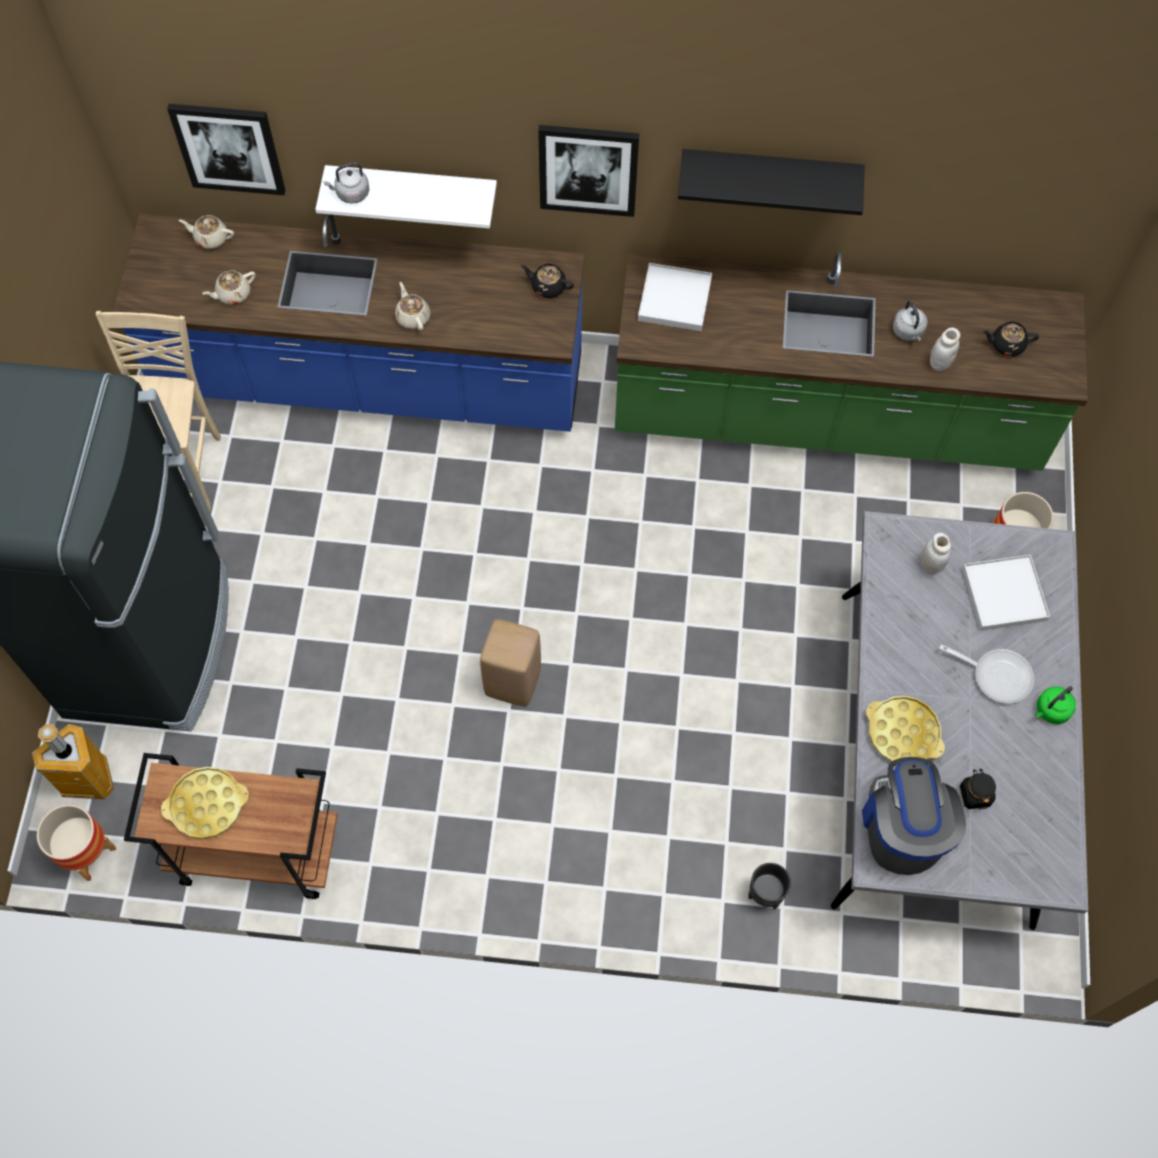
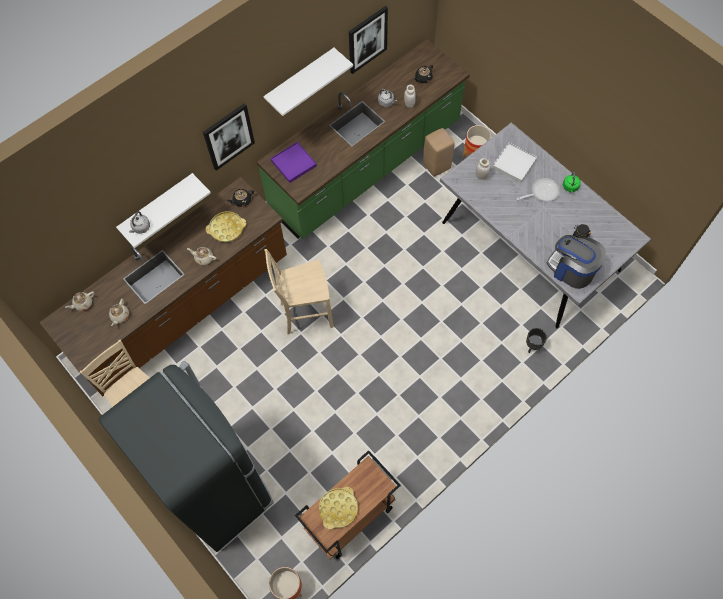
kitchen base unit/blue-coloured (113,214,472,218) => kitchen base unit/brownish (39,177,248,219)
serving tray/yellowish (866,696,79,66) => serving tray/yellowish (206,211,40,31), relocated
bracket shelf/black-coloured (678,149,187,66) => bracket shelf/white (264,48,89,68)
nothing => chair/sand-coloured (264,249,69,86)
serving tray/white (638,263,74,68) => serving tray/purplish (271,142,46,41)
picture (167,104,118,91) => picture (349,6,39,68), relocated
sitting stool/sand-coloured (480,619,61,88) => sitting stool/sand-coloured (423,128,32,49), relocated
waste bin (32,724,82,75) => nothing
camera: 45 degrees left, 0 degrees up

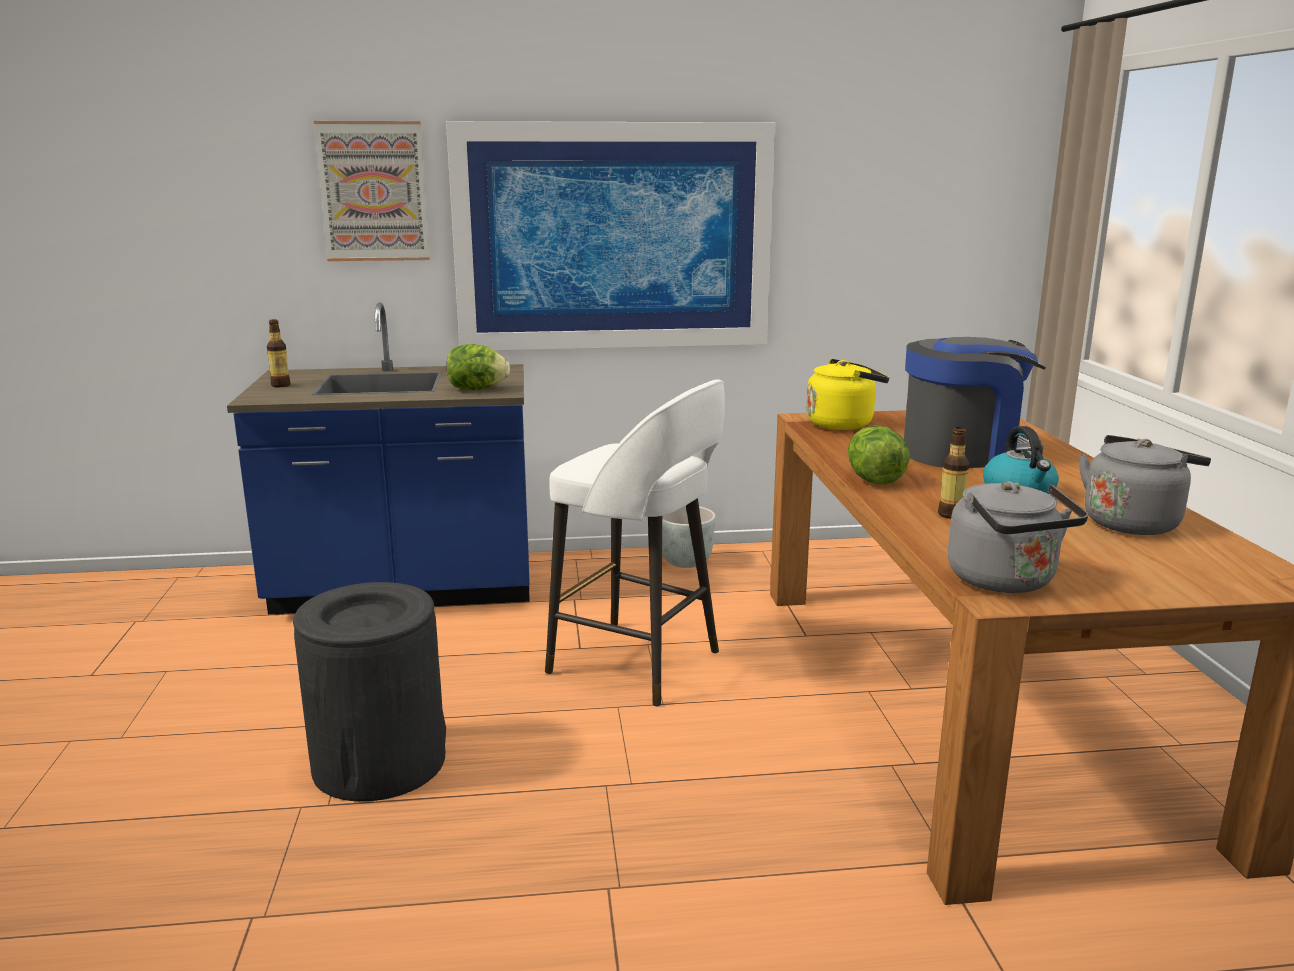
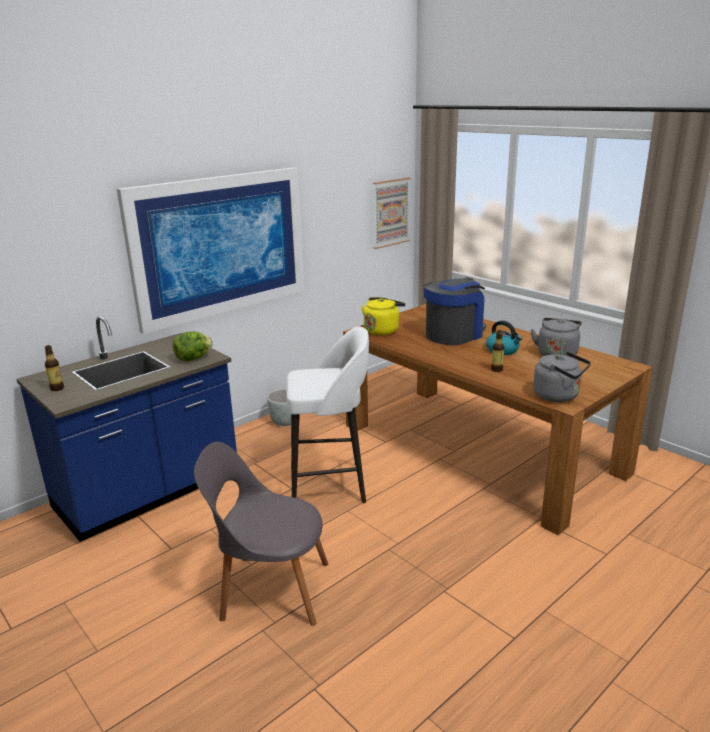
waste bin/black-coloured (293,582,153,220) => chair/gray (194,442,134,184)
picture (314,121,116,140) => picture (373,177,37,72), relocated
lettuce (848,425,62,60) => nothing
camera: 35 degrees left, 5 degrees up

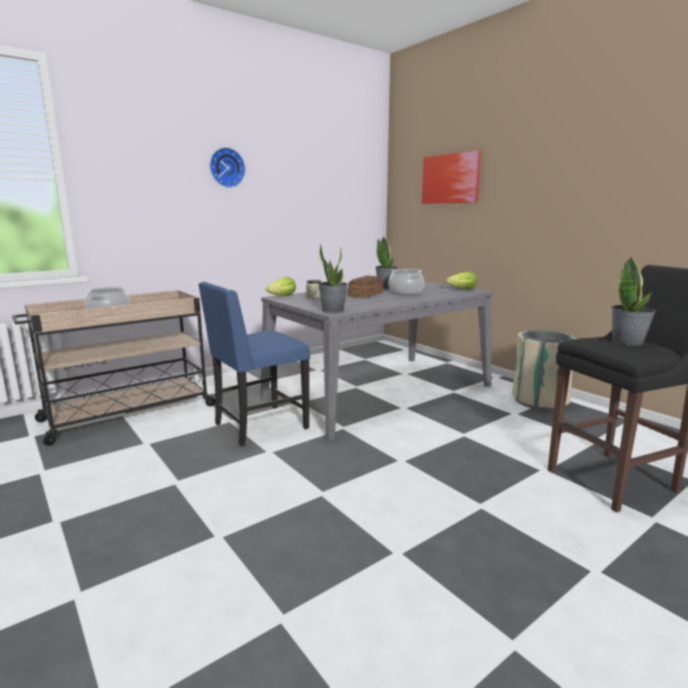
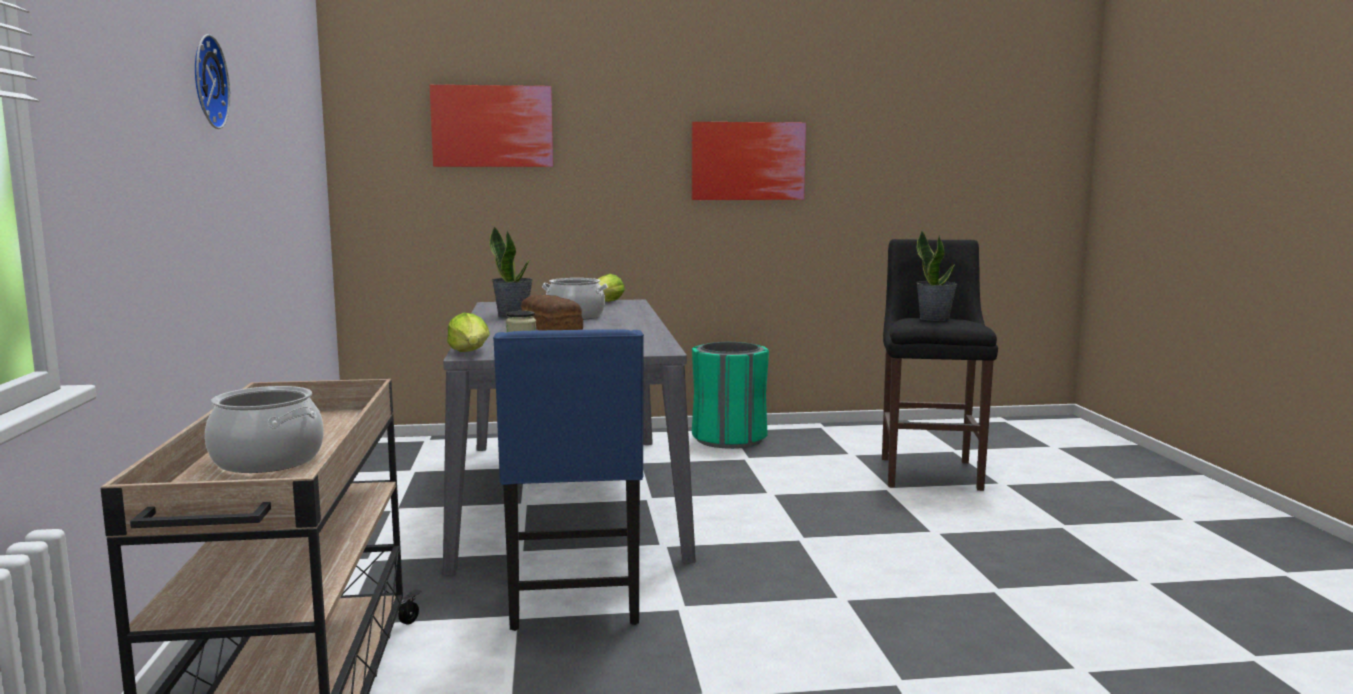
nothing => picture (692,122,114,78)
waste bin/sand-coloured (512,330,64,80) => waste bin/green-coloured (692,342,77,107)
potted plant (318,244,30,69) => nothing
camera: 60 degrees left, 5 degrees down

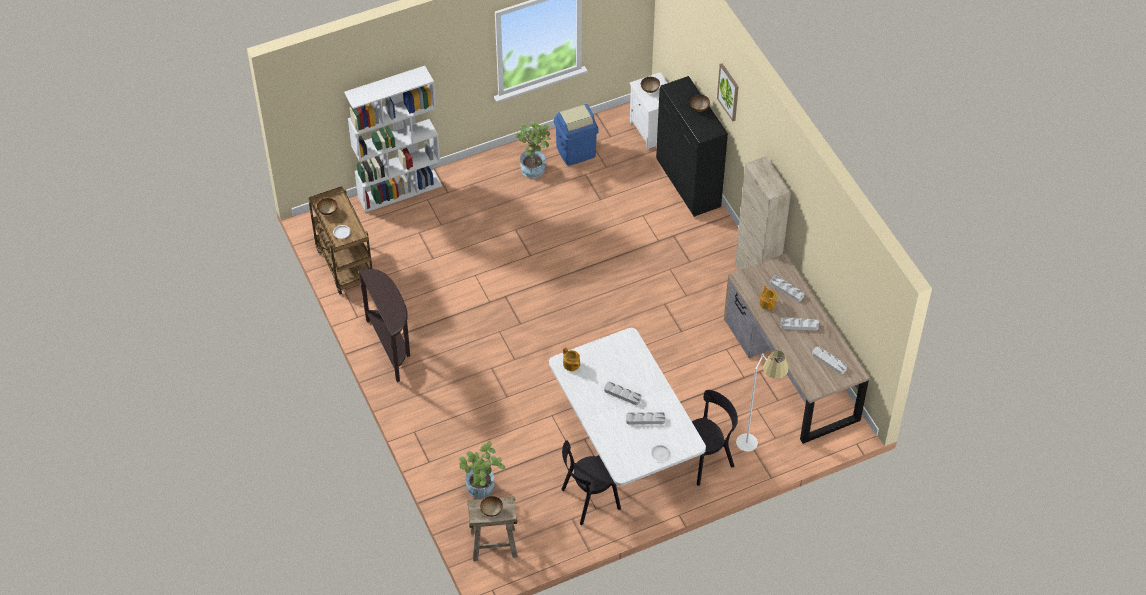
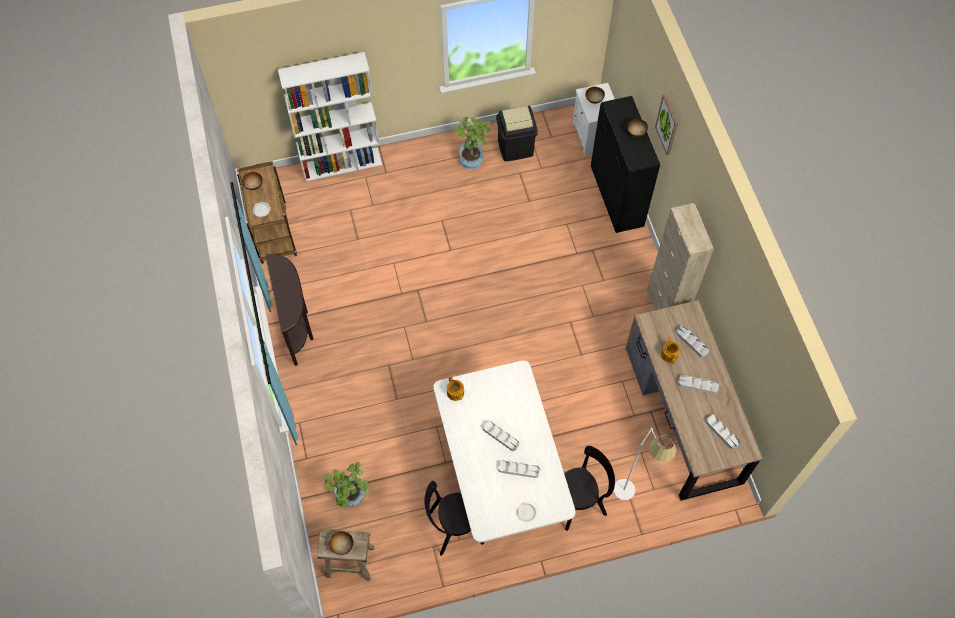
waste bin/blue-coloured (554,104,45,62) => waste bin/black-coloured (496,106,42,55)
camera: 10 degrees right, 10 degrees up

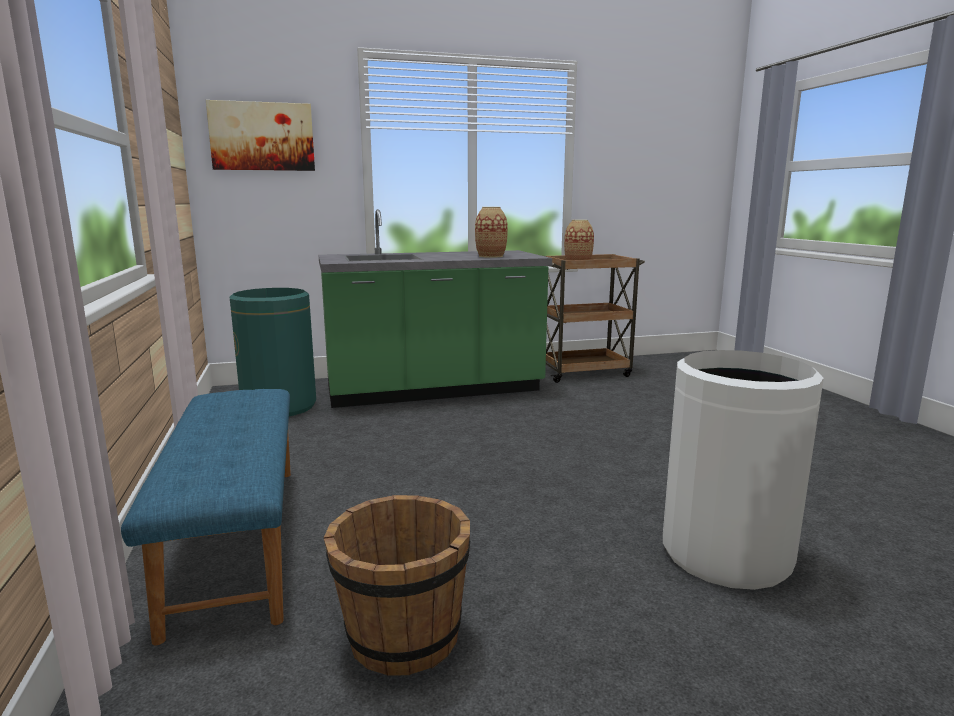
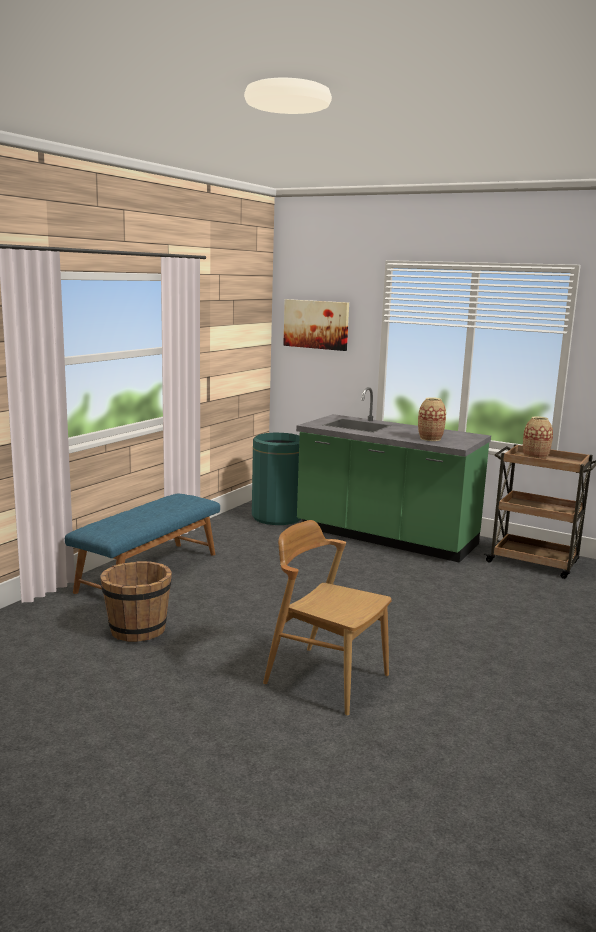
waste bin/white (663,350,161,240) => chair/brownish (263,520,128,196)
camera: 45 degrees right, 0 degrees up

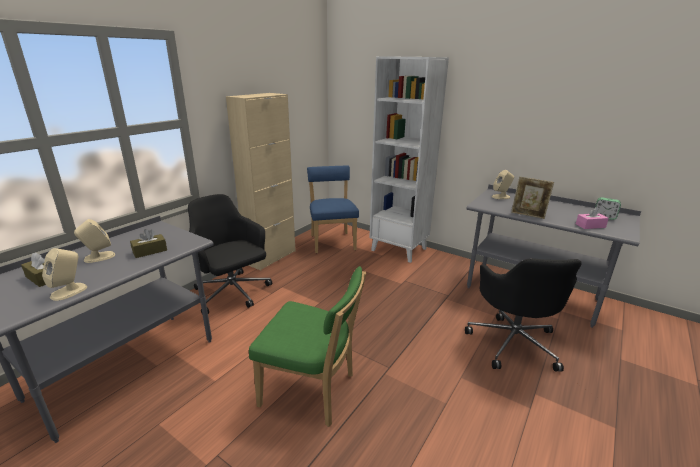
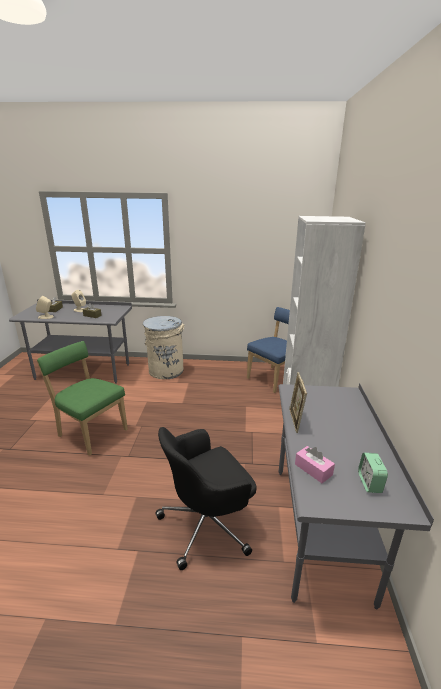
chair/green-coloured (249,266,117,161) => chair/green-coloured (37,341,91,115), 135 degrees clockwise
office chair/black-coloured (188,194,84,121) => waste bin/sand-coloured (143,316,42,63)
cupboard/sand-coloured (226,93,70,178) => nothing
speaker/sand-coloured (492,170,22,29) => nothing
camera: 60 degrees right, 0 degrees up

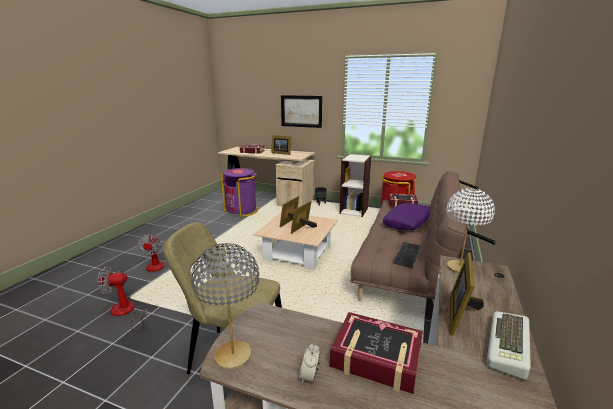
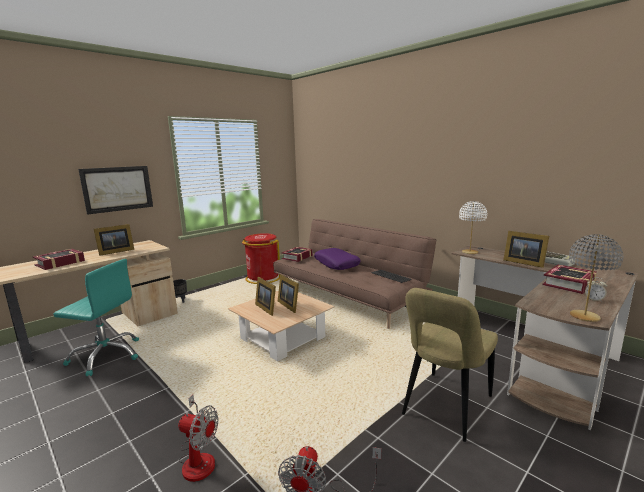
waste bin/purplish (220,168,38,49) => office chair/blue-green (53,259,86,117)
shelving unit (340,154,31,63) => nothing
camera: 65 degrees left, 5 degrees down

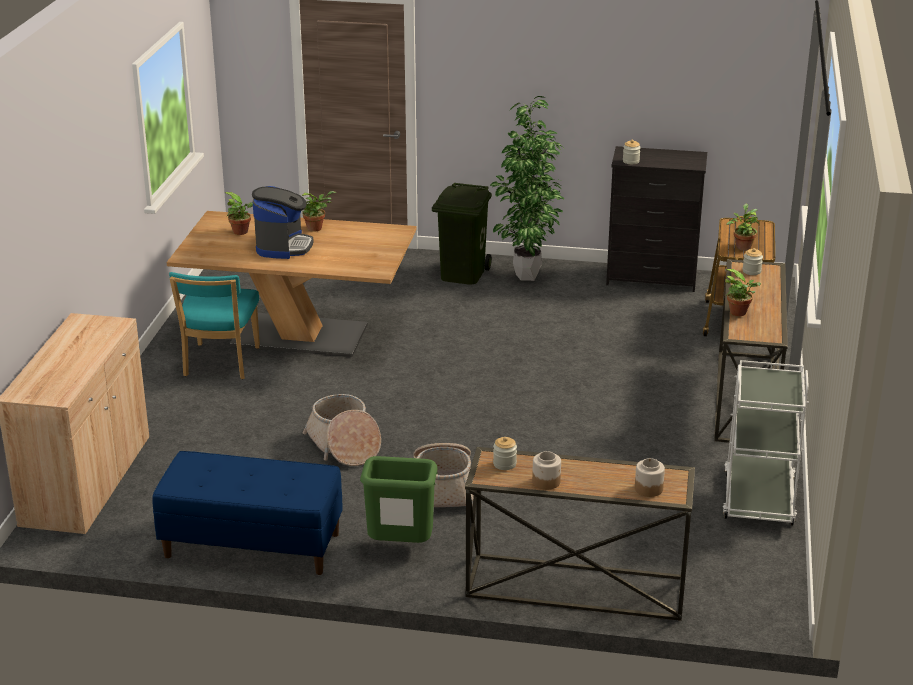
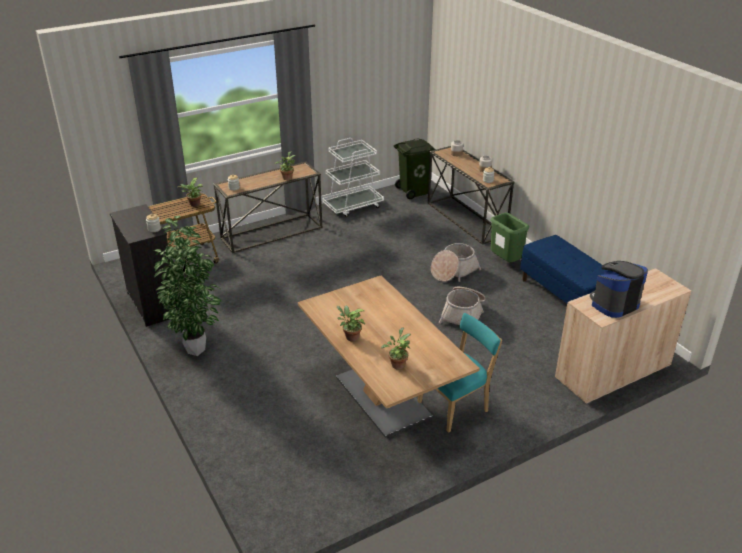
waste bin/green-coloured (432,183,60,102) => waste bin/green-coloured (394,138,42,61), relocated
coffee brewer (252,186,62,73) => coffee brewer (590,261,58,57), relocated
camera: 130 degrees left, 5 degrees up

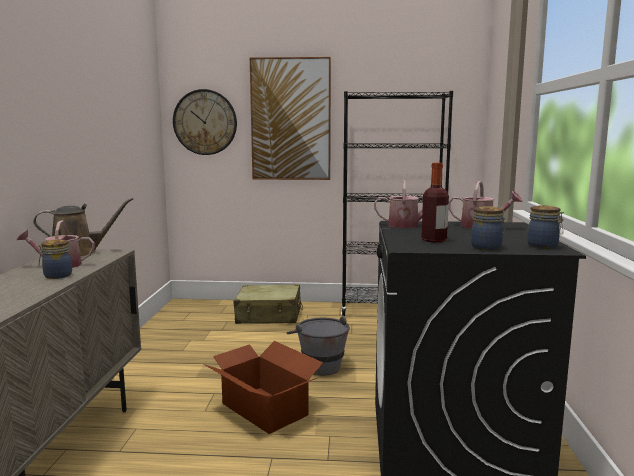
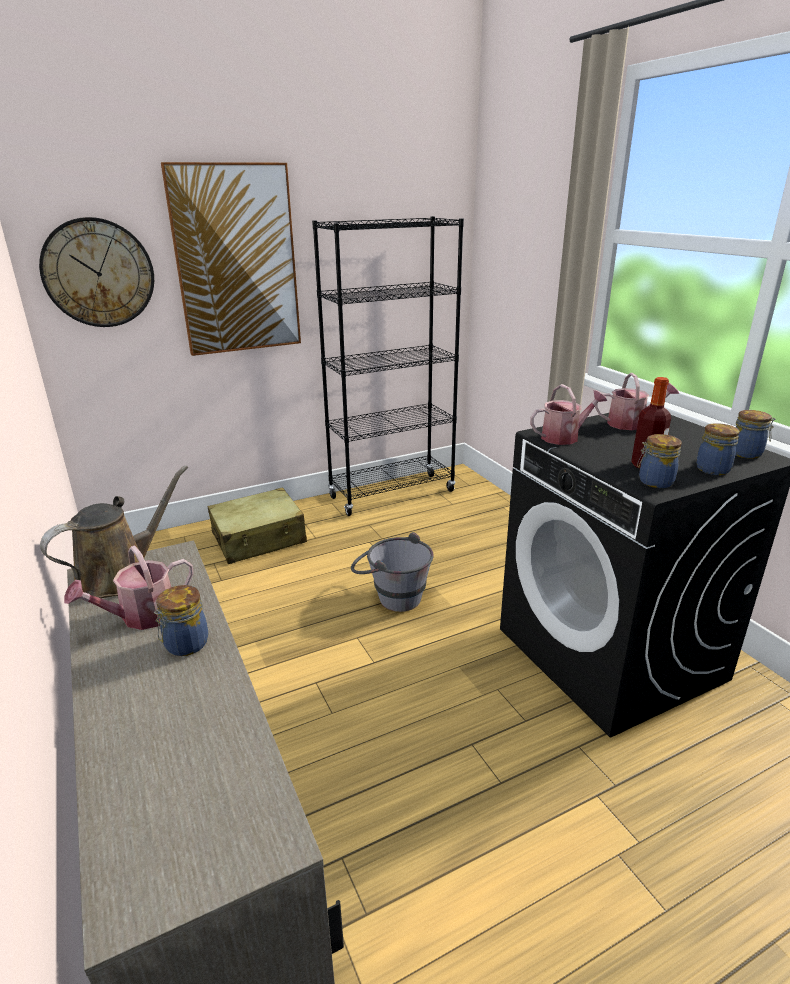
nothing => preserve jar (637,434,45,54)
carton (204,341,119,93) => nothing
camera: 30 degrees left, 15 degrees up

